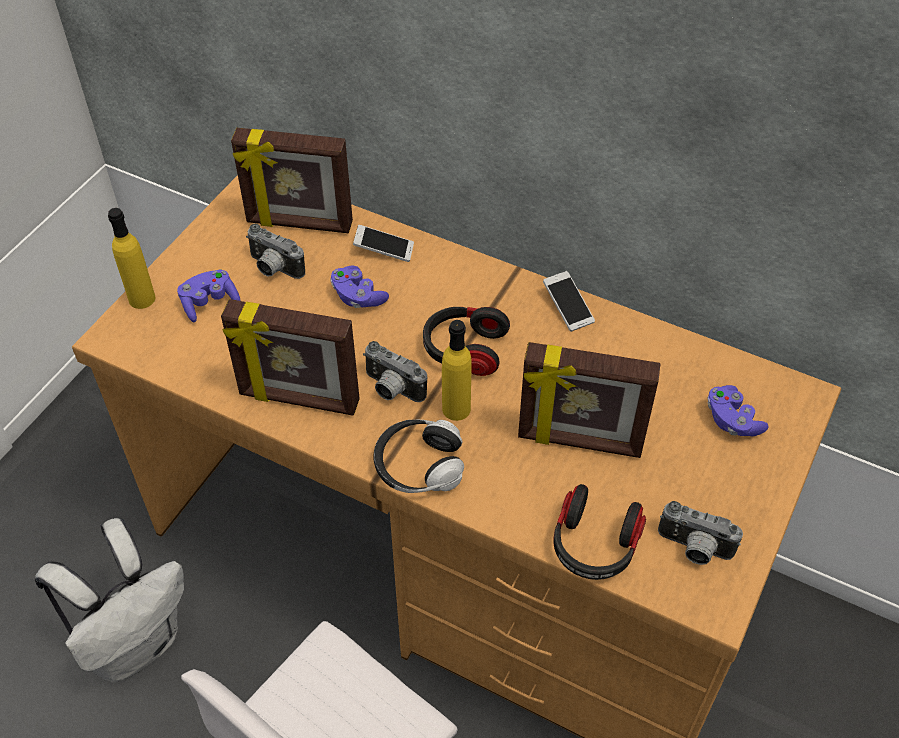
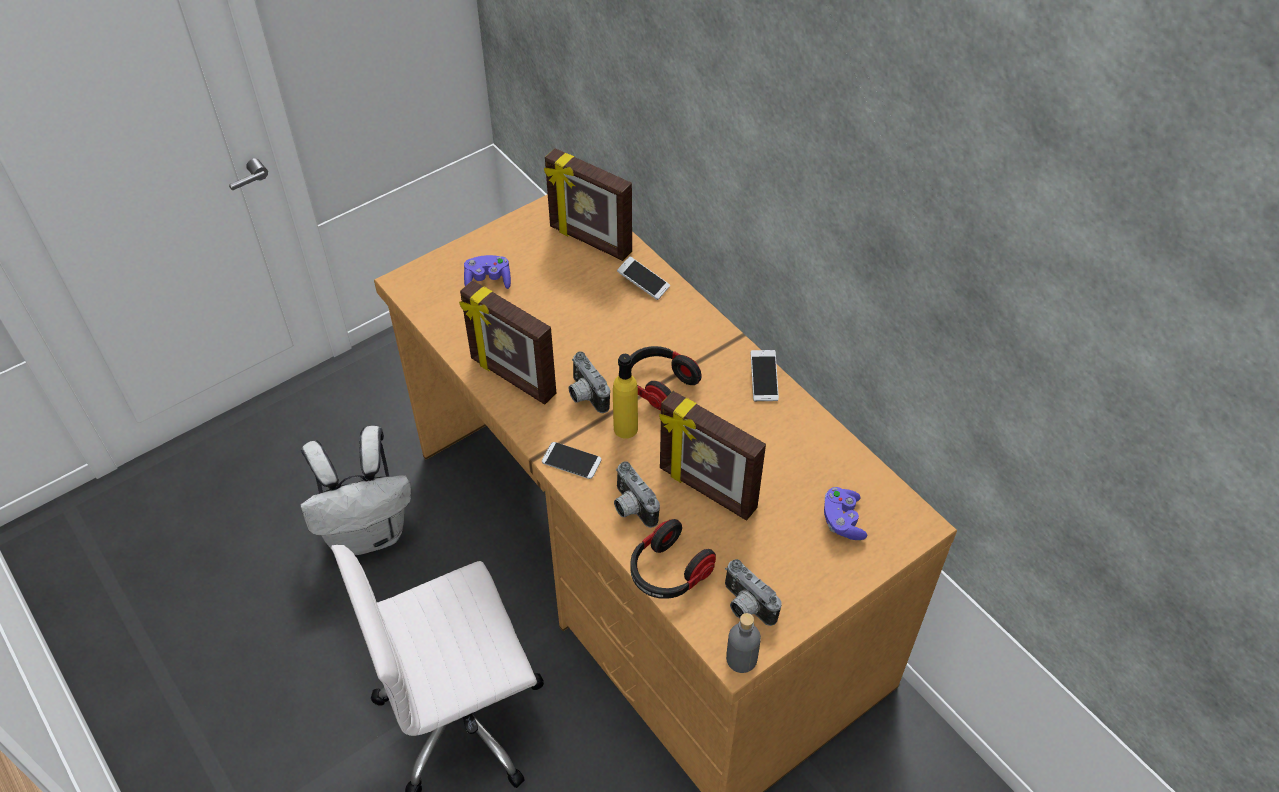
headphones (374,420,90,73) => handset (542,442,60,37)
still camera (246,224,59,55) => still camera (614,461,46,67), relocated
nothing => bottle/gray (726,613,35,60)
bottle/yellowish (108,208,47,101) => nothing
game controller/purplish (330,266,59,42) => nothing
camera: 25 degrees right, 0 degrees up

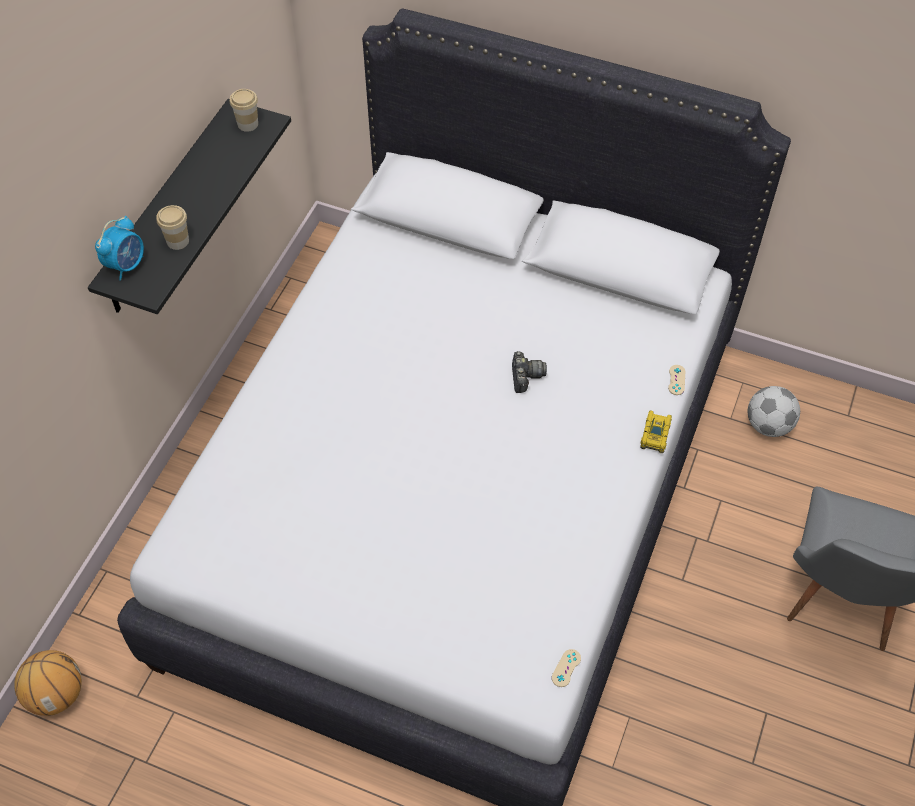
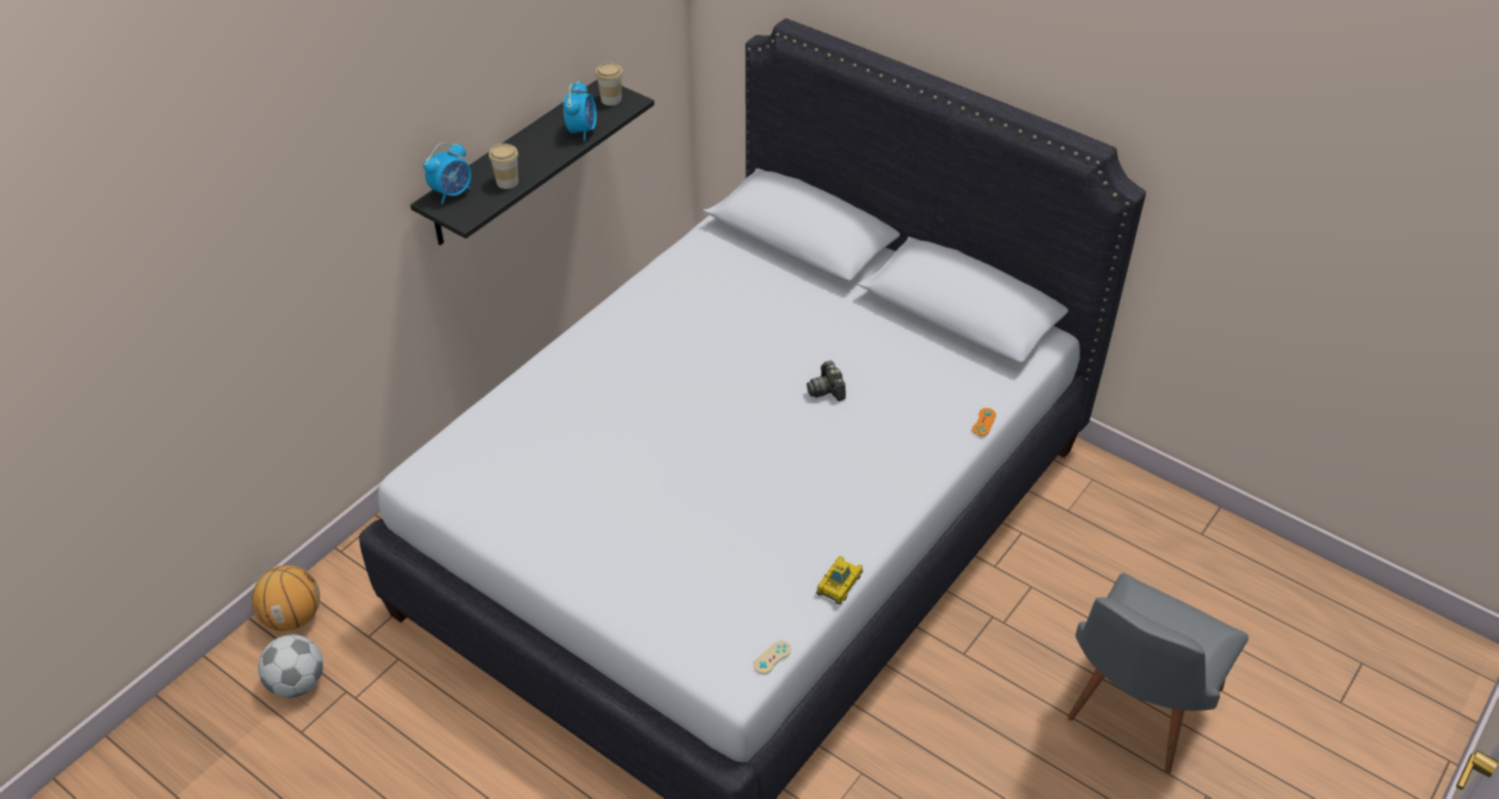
ball for football (748,386,52,51) => ball for football (258,634,65,64), relocated
nothing => alarm clock (563,81,34,60)
still camera (512,351,35,42) => still camera (807,361,39,40), 150 degrees clockwise
toy car (640,410,32,43) => toy car (816,556,47,49), relocated
game controller/sand-coloured (668,365,18,30) => game controller/orange (972,408,24,28)
camera: 15 degrees right, 10 degrees down

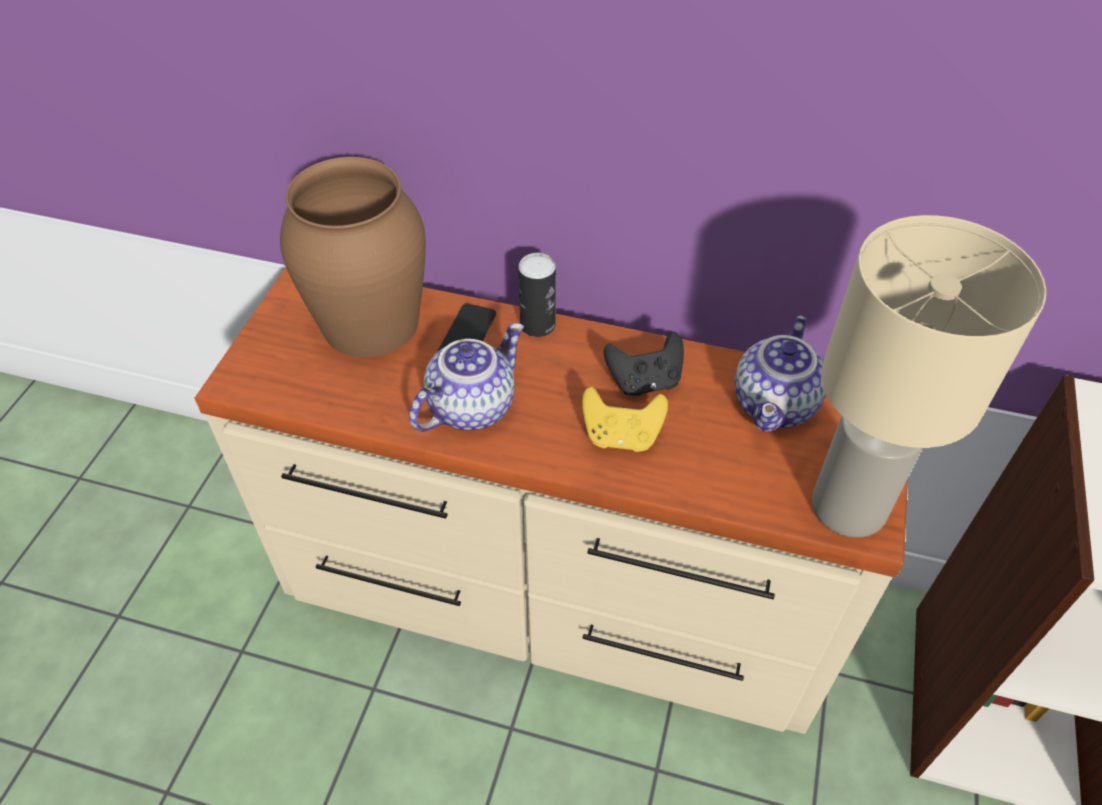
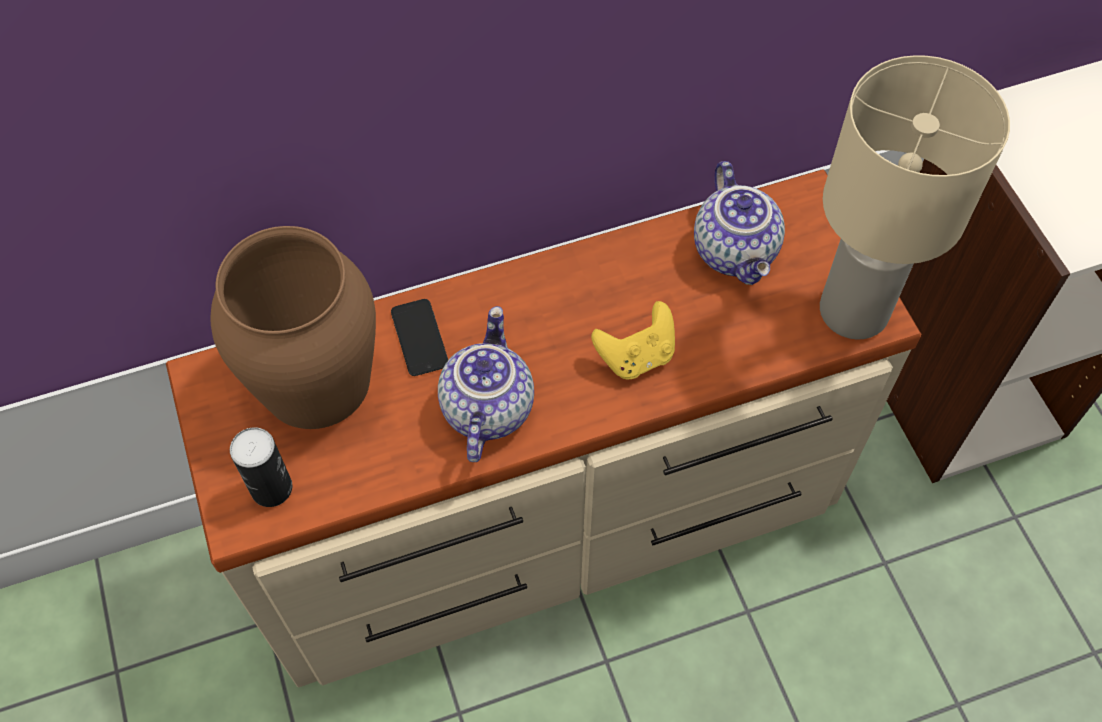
can (518,253,38,84) => can (230,428,63,79), relocated
game controller/black-coloured (604,331,80,65) => nothing
camera: 35 degrees left, 10 degrees up

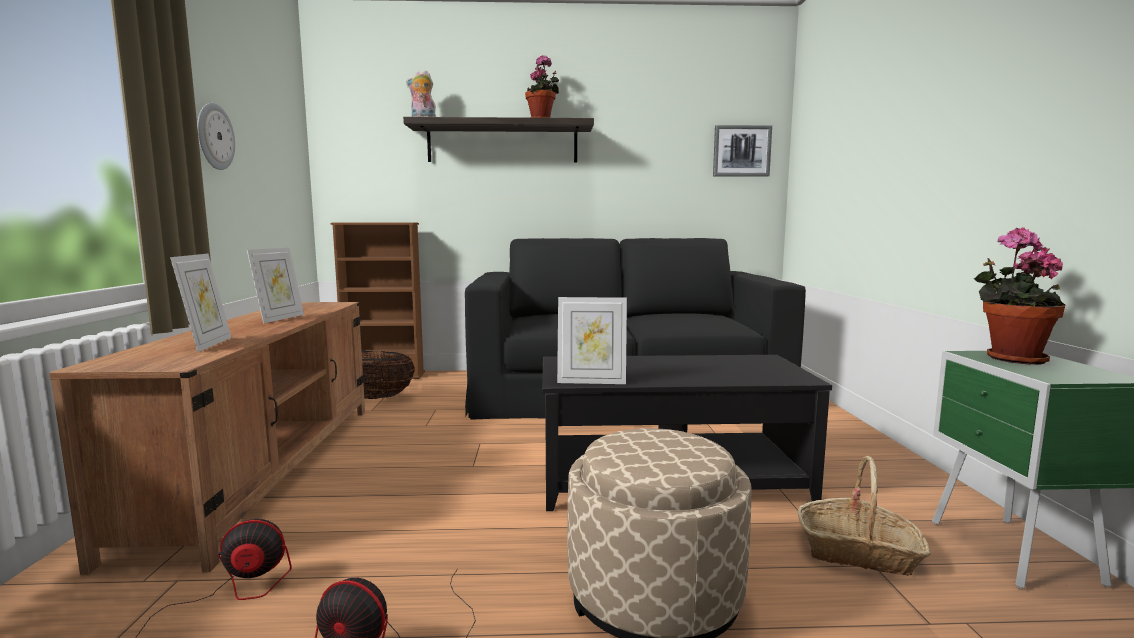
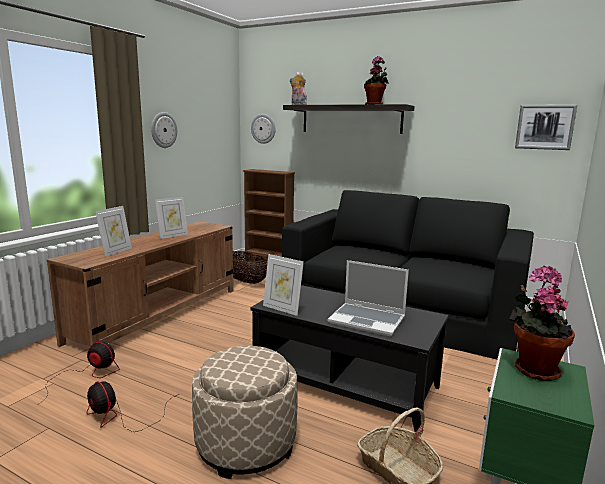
nothing => hanging clock (251,114,24,30)
nothing => notebook computer (328,260,81,76)
camera: 30 degrees right, 5 degrees up

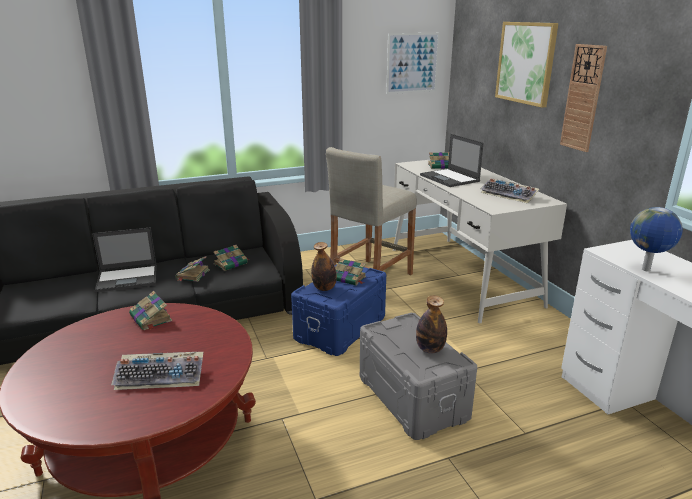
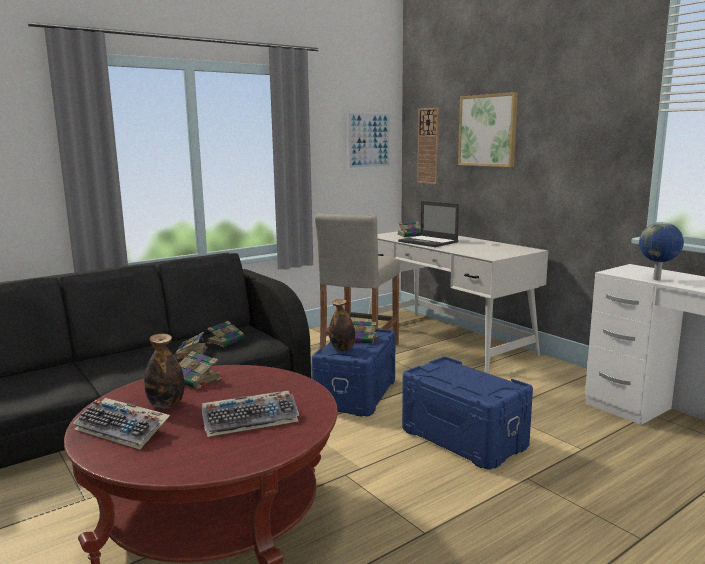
PC keyboard (481,179,58,24) => PC keyboard (73,398,97,51), relocated
bottle (416,296,31,58) => bottle (144,334,41,75), relocated
storage box/gray (360,313,117,127) => storage box/blue-coloured (402,357,131,113)
hanging clock (560,44,47,108) => hanging clock (417,108,22,76), relocated
notebook computer (92,227,65,65) => nothing
camera: 15 degrees left, 10 degrees down

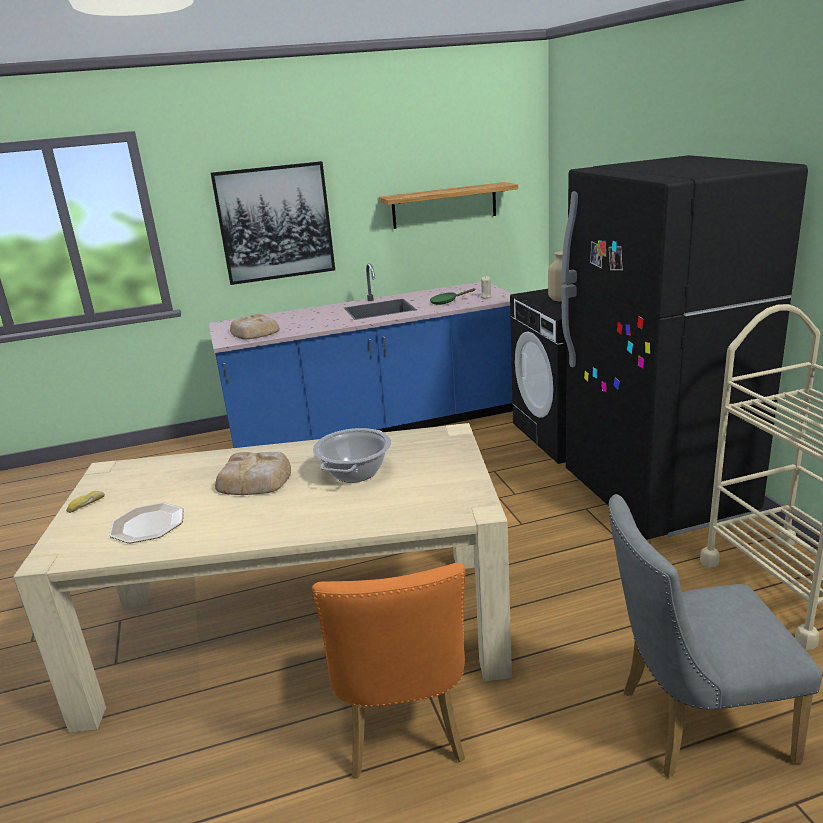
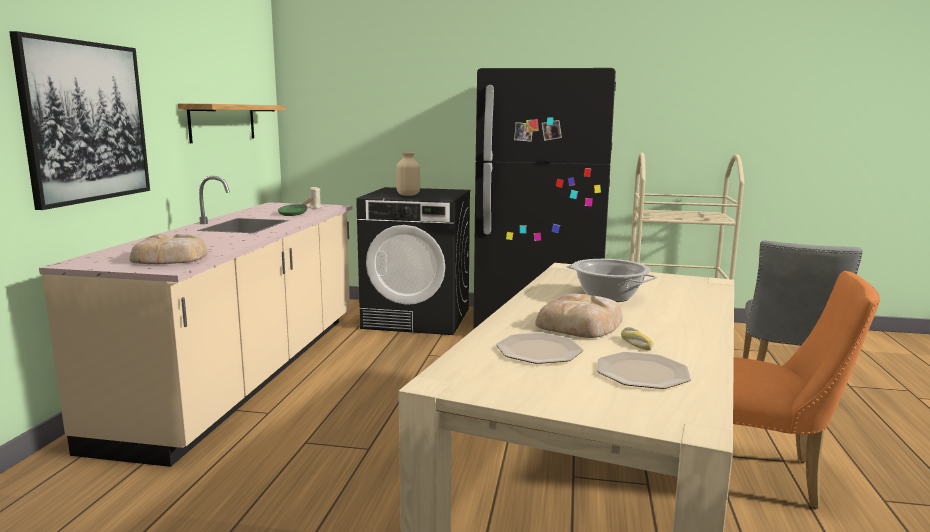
kitchen base unit/blue-coloured (209,263,304,185) => kitchen base unit/sand-coloured (39,176,313,291)
nothing => plate (496,333,87,31)
bread (67,491,38,22) => bread (621,327,33,23), relocated
camera: 65 degrees left, 10 degrees down

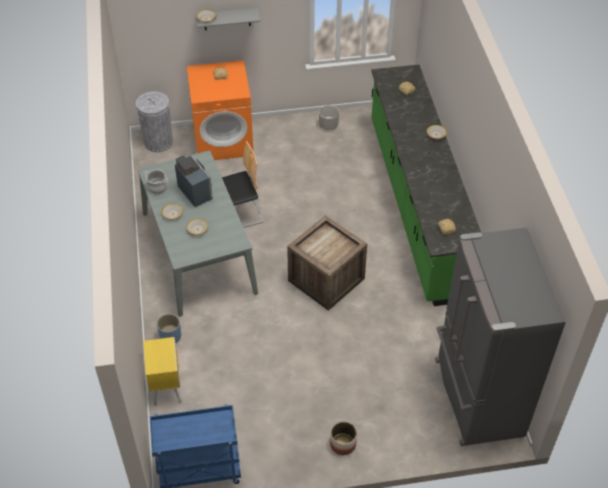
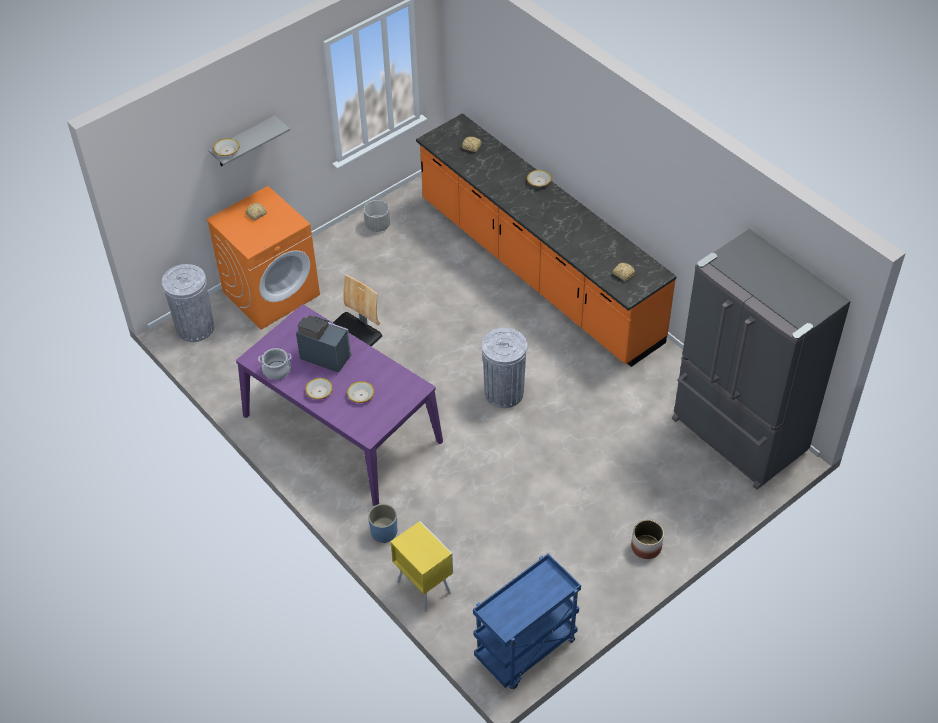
dining table/gray (138,151,120,166) => dining table/purplish (236,304,207,202)
kitchen base unit/green-coloured (371,65,110,241) => kitchen base unit/orange (416,113,261,254)
packing crate (287,215,80,96) => waste bin/gray (482,328,45,80)
camera: 30 degrees left, 0 degrees up

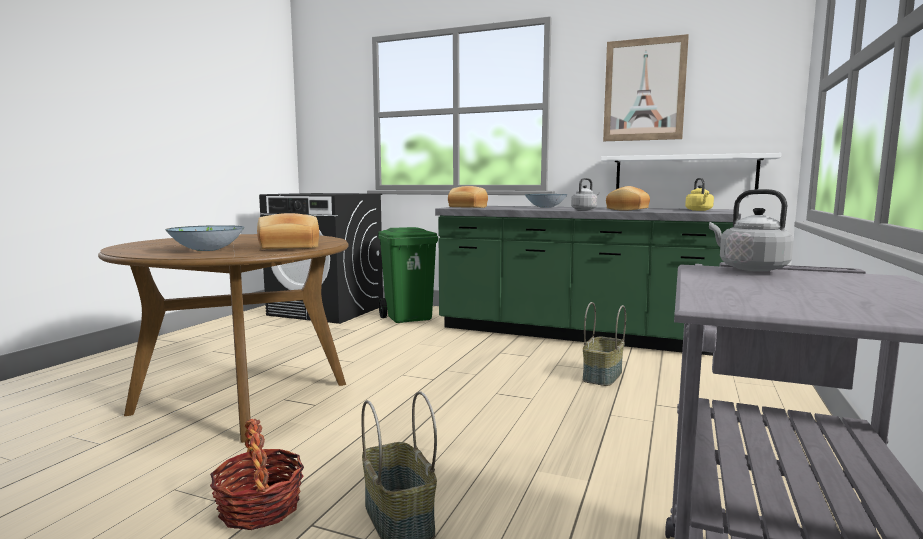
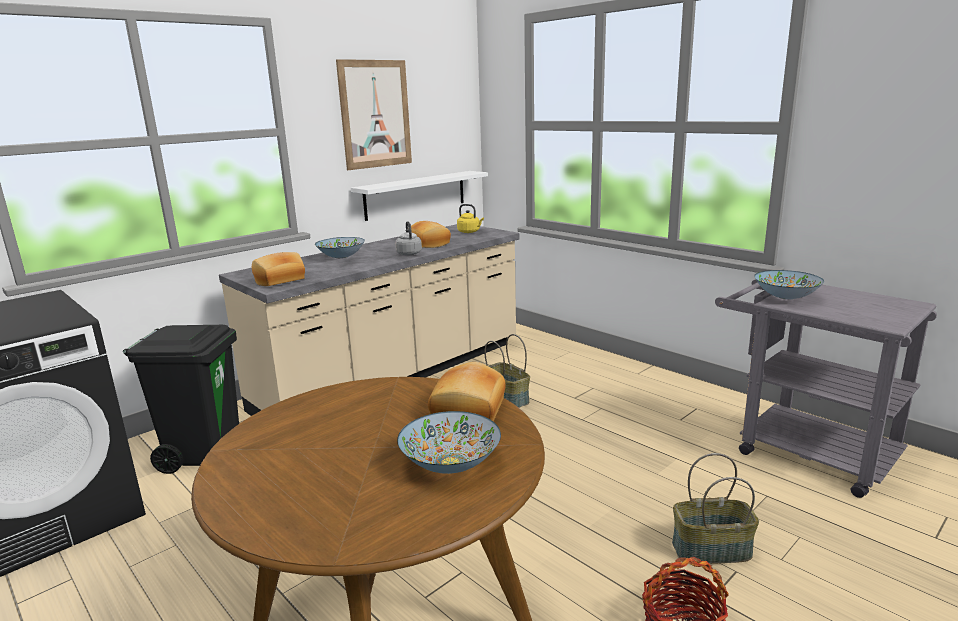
waste bin/green-coloured (378,227,60,96) => waste bin/black-coloured (123,325,116,149)
kitchen base unit/green-coloured (435,206,306,150) => kitchen base unit/sand-coloured (219,224,300,192)
tea kettle/gray (709,189,85,82) => serving bowl (754,270,70,29)
camera: 65 degrees left, 10 degrees up

